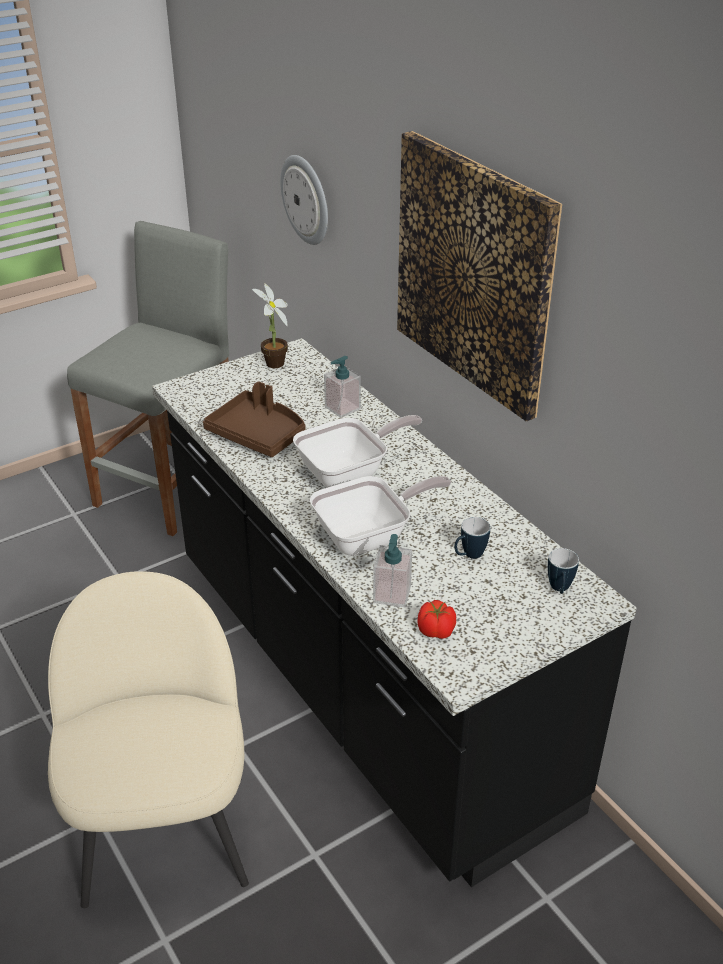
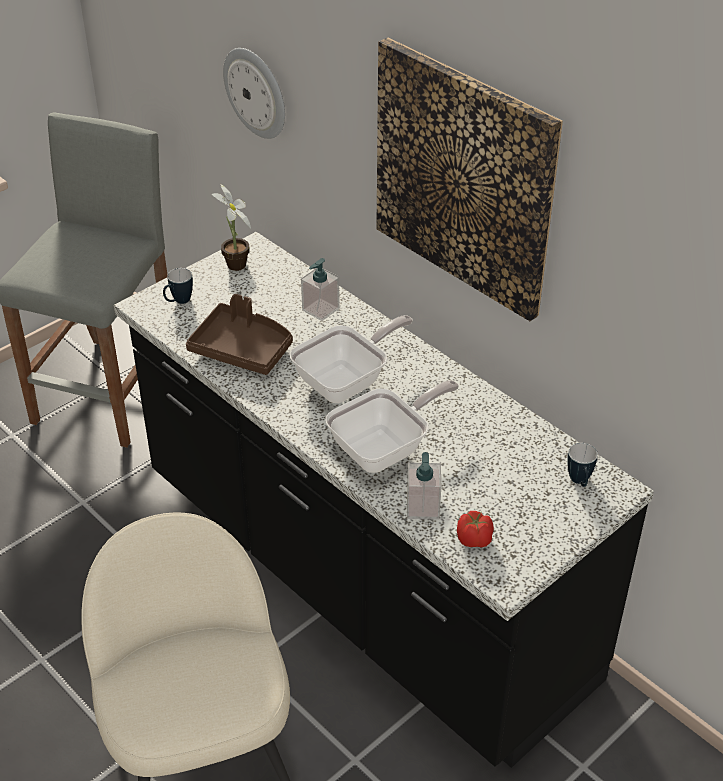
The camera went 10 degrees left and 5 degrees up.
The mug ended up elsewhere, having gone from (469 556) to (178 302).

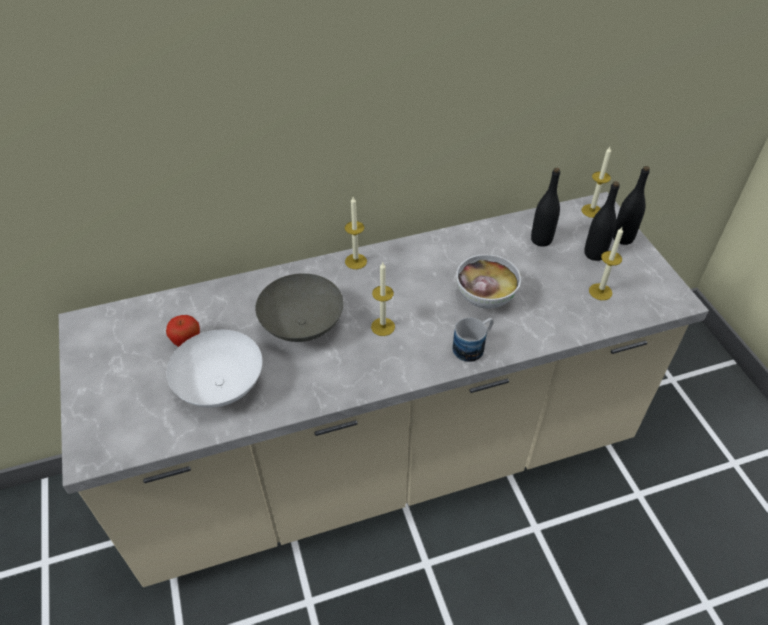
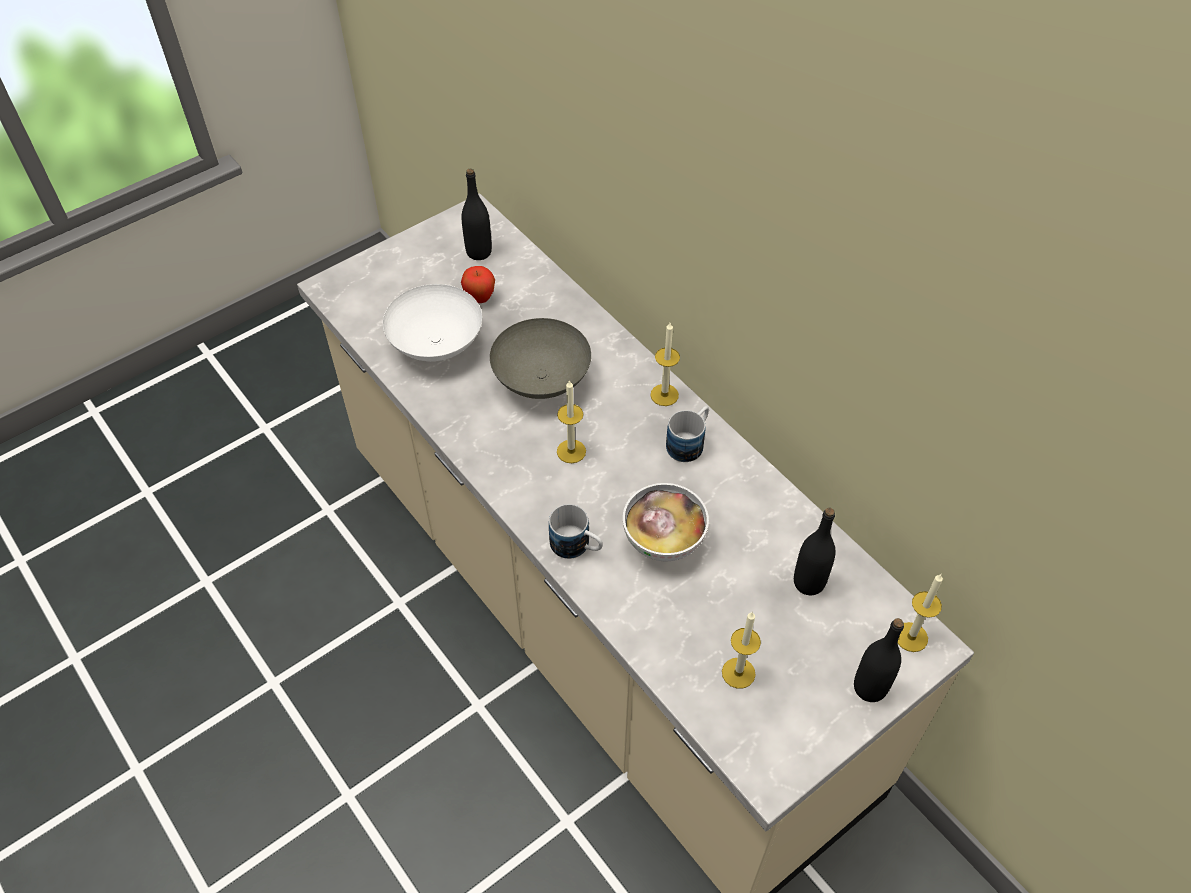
The camera went 70 degrees right and 5 degrees up.
The second view gained the mug at (689 442).
The bouteille [noir] ended up elsewhere, having gone from (594 254) to (479 252).

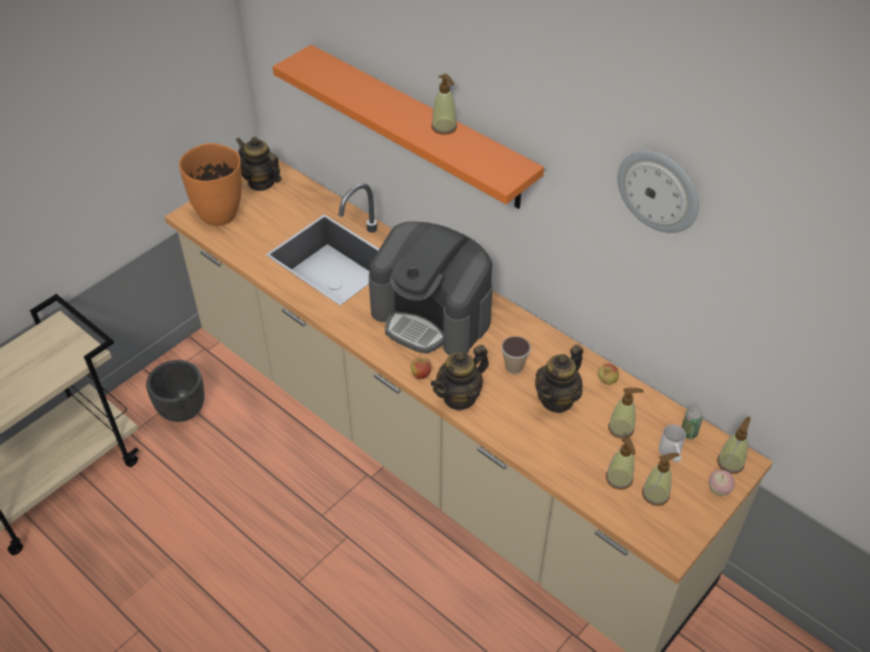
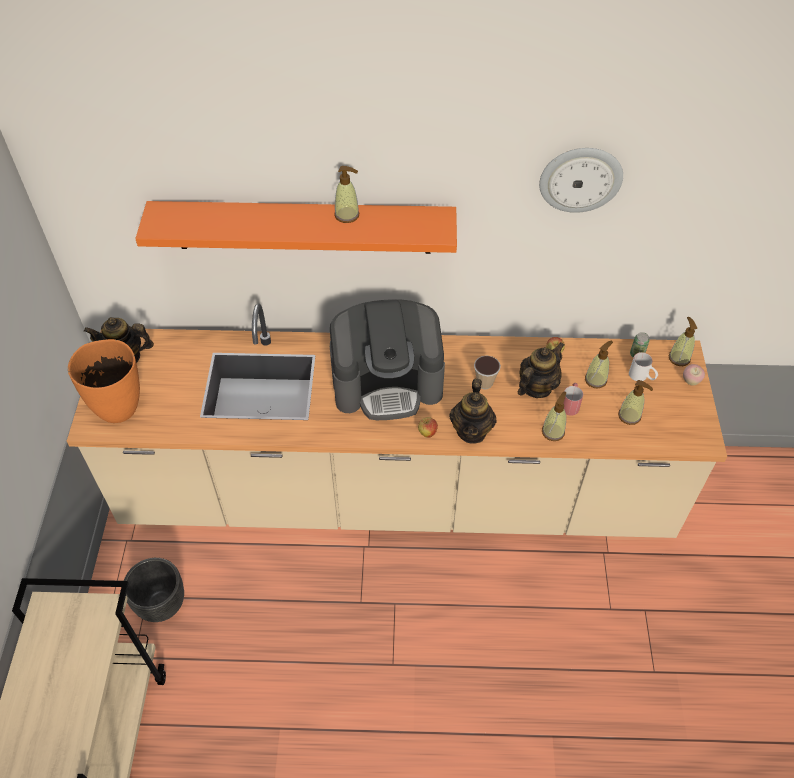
The camera went 40 degrees left and 5 degrees up.
The second view gained the mug [rouge] at (570 404).
The distributeur de savon ended up elsewhere, having gone from (655 494) to (553 432).
The théière at (557 399) ended up facing another way, 135 degrees counterclockwise from before.

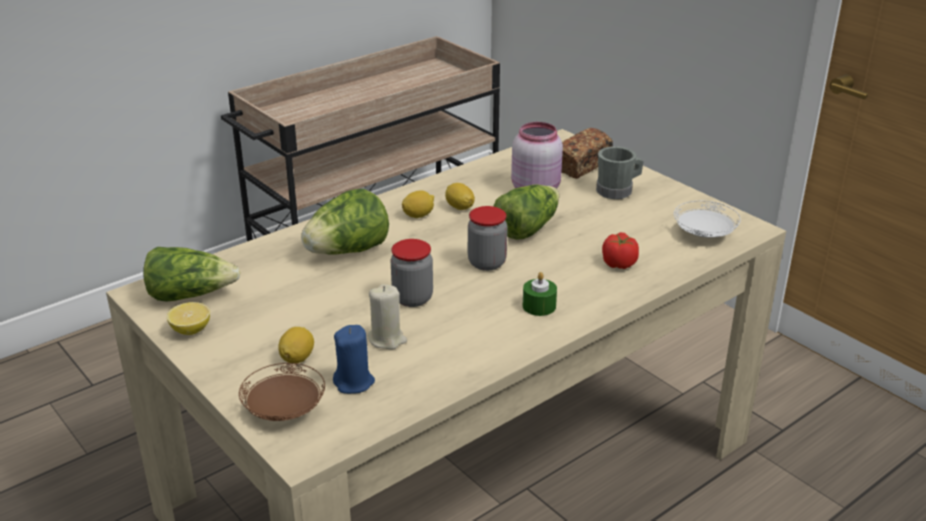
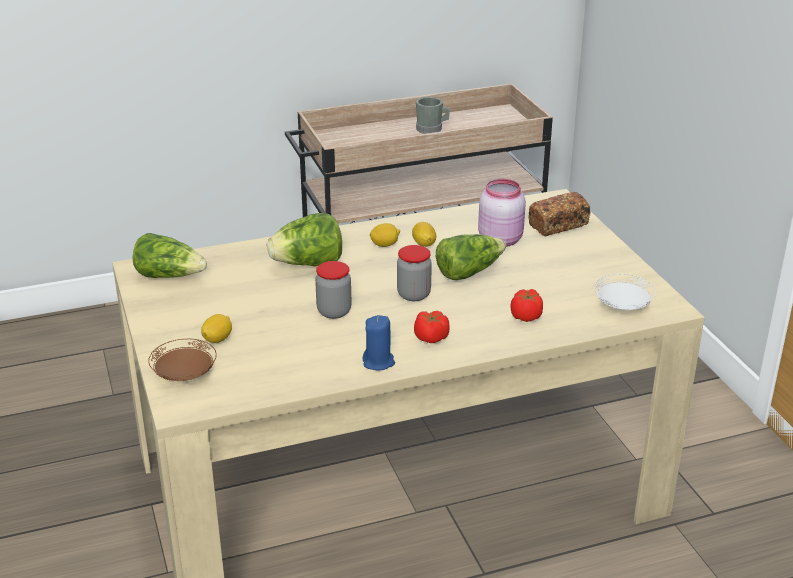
The camera went 20 degrees right and 0 degrees up.
The second view lost the citron at (191 330).
The second view lost the bougie [beige] at (387 339).
The bougie [bleu] ended up elsewhere, having gone from (354 382) to (378 362).
The mug [gris] ended up elsewhere, having gone from (618 190) to (432 129).
Where the bougie [vert] stood at (539 306), the tomate came to stand at (431 338).

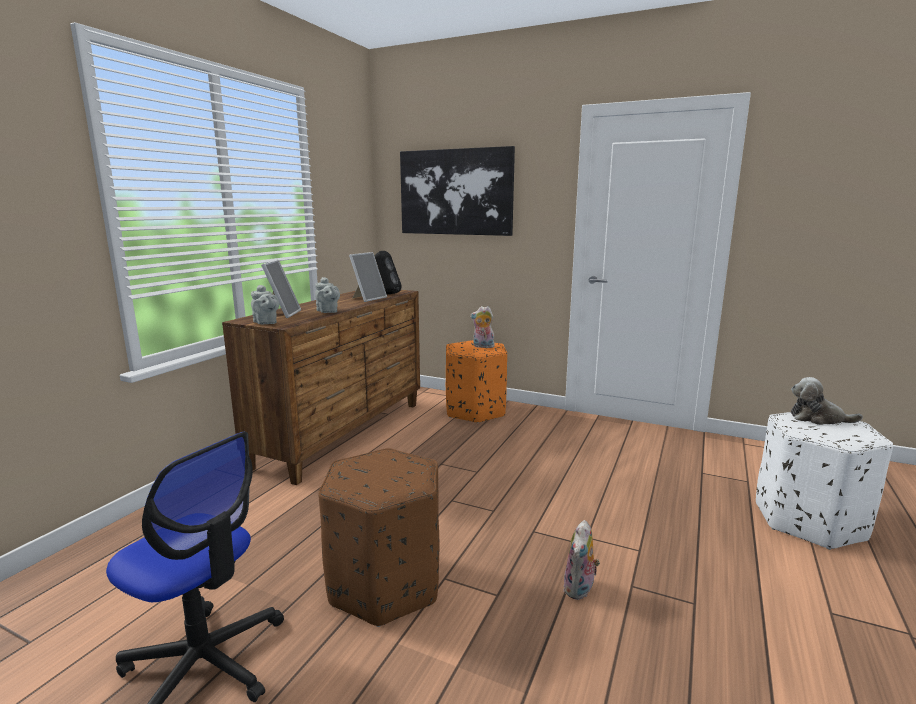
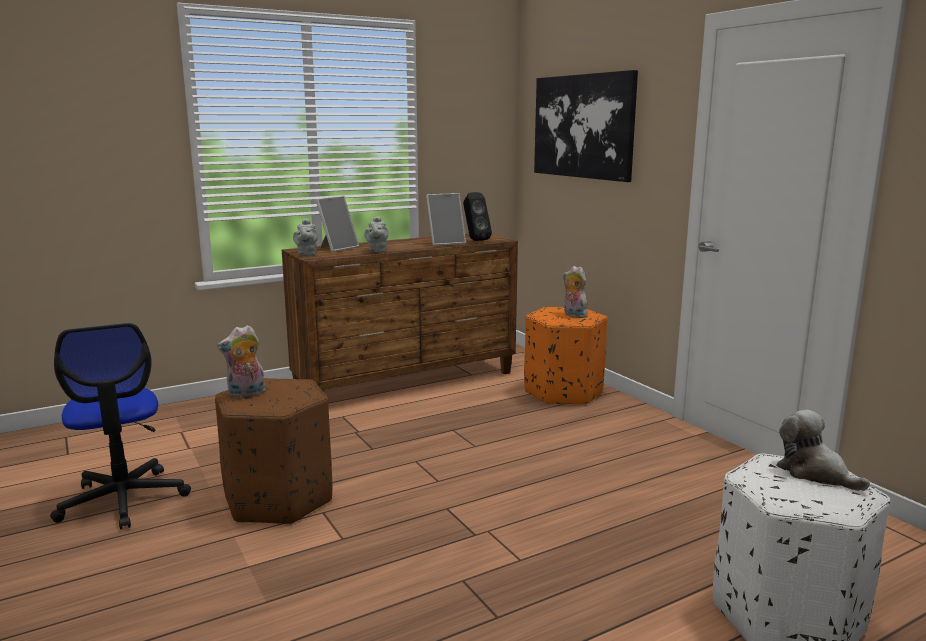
The camera went 35 degrees right and 0 degrees up.
The peluche ended up elsewhere, having gone from (580 589) to (246 394).

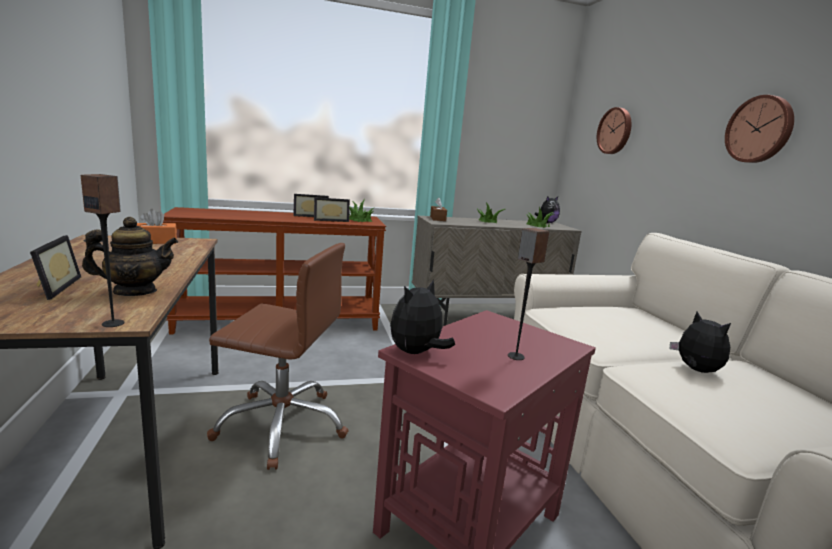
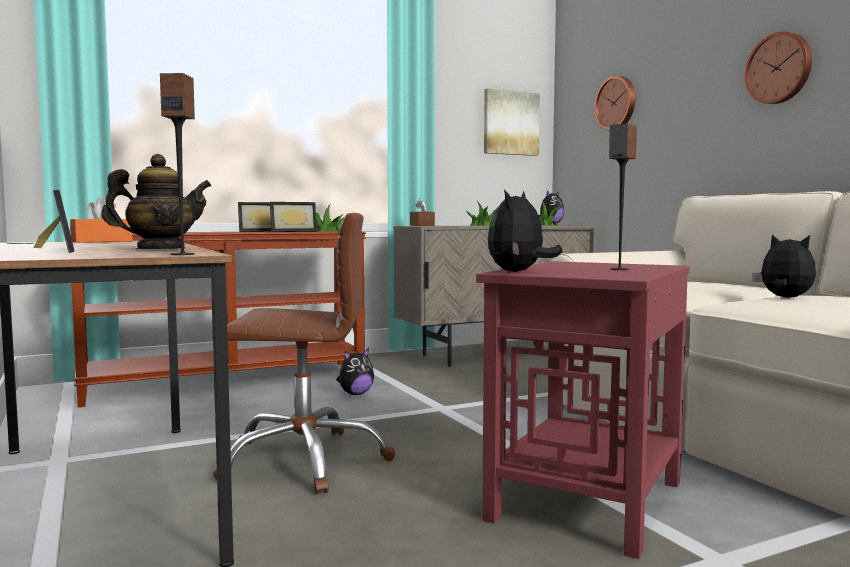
The camera went 10 degrees left and 10 degrees down.
The second view gained the peluche at (355 394).
The second view gained the tableau at (510 123).

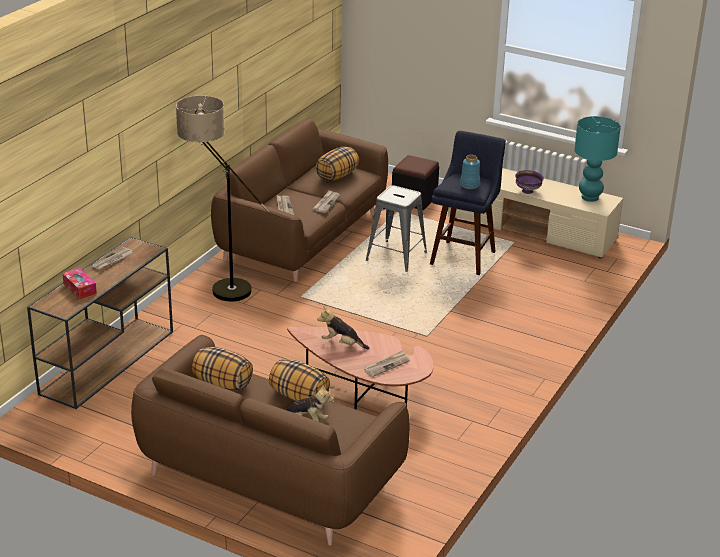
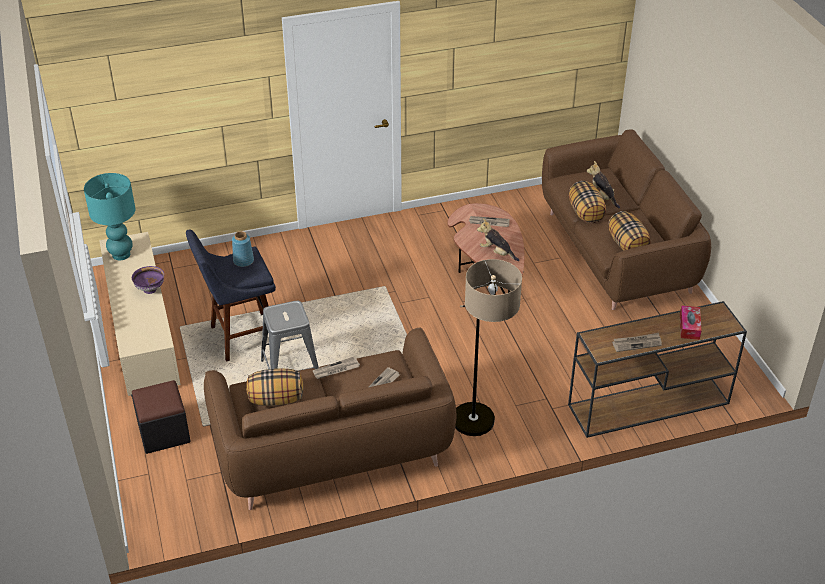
The camera went 135 degrees left and 10 degrees up.
The peluche at (342 344) ended up facing another way, 150 degrees clockwise from before.

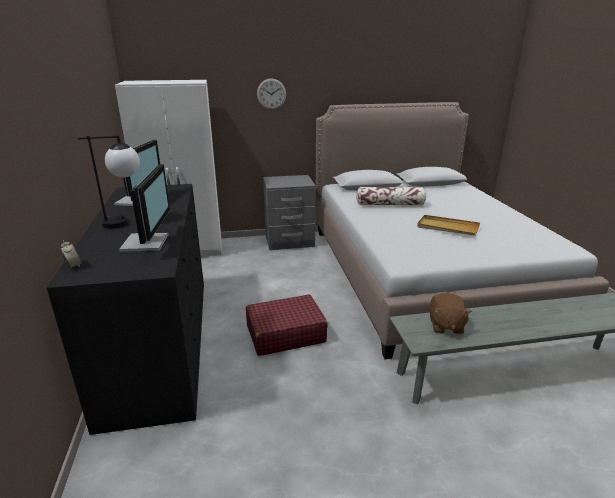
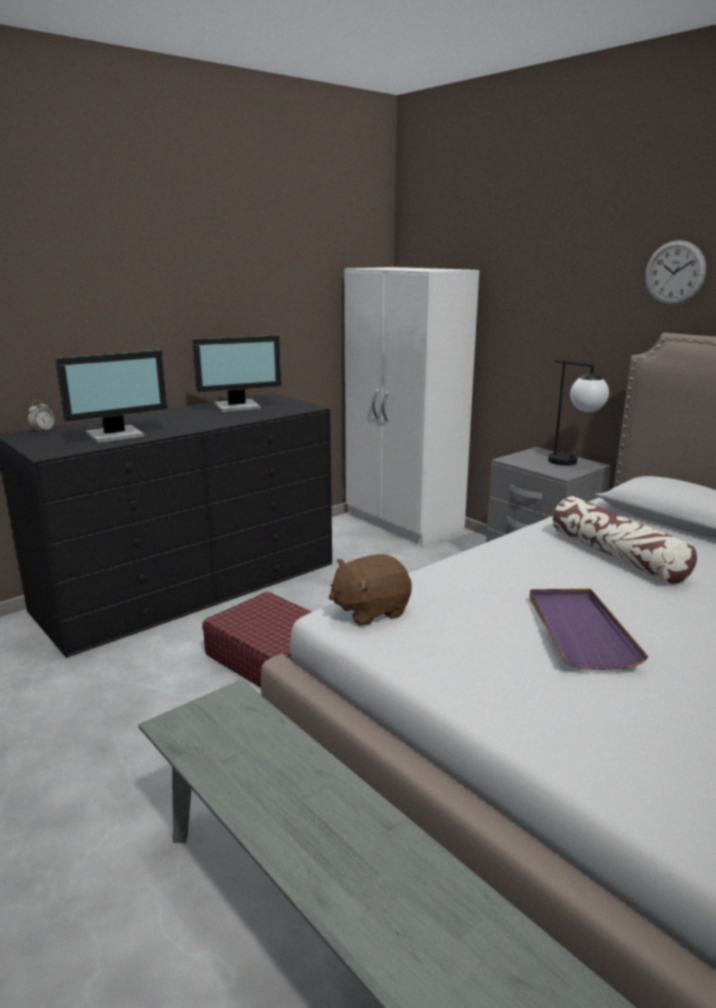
The camera went 60 degrees right and 5 degrees down.
The lampe de table ended up elsewhere, having gone from (126 222) to (573 463).
The horloge murale ended up elsewhere, having gone from (271 94) to (674 273).
The peluche [marron] ended up elsewhere, having gone from (445 326) to (370 610).
What was the plateau [beige] at (447 227) turned into the plateau [violet] at (579 630).

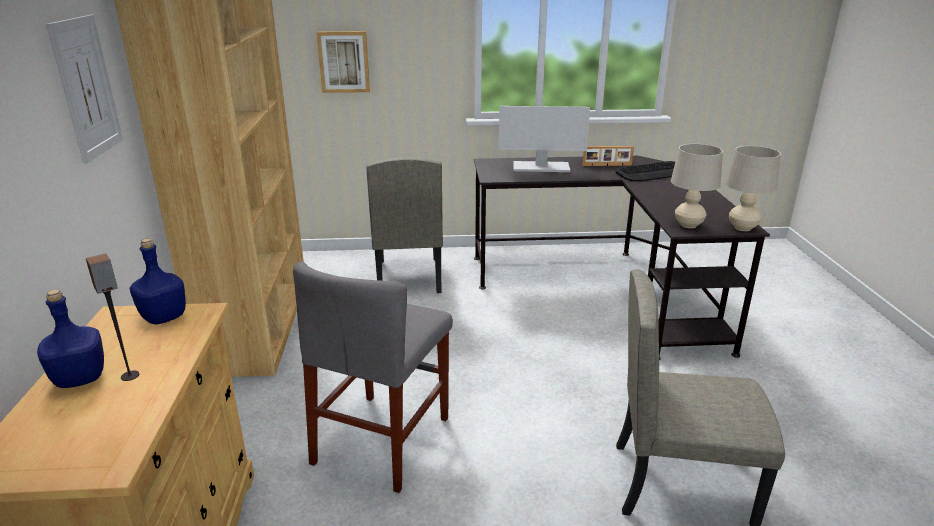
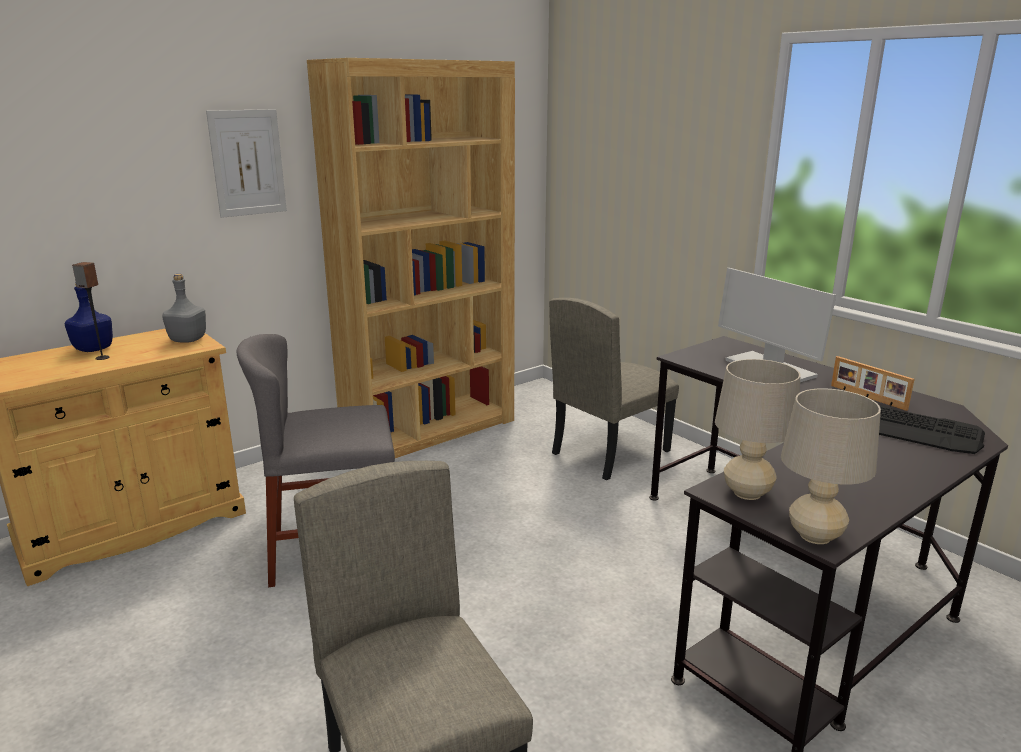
The camera went 55 degrees right and 5 degrees down.
The second view lost the tableau at (344 62).
What was the bouteille [bleu] at (164 317) turned into the bouteille [gris] at (187 340).

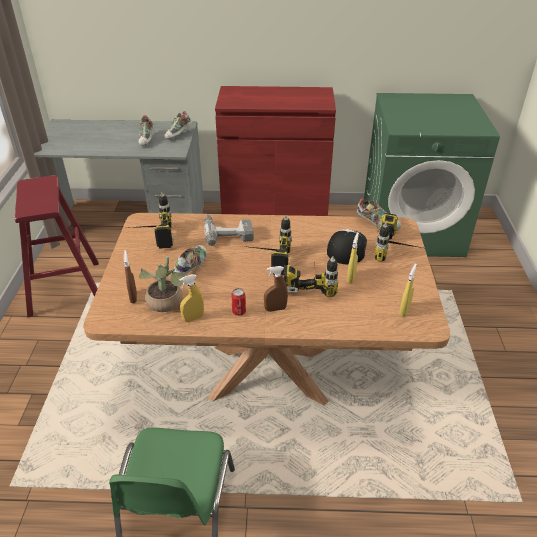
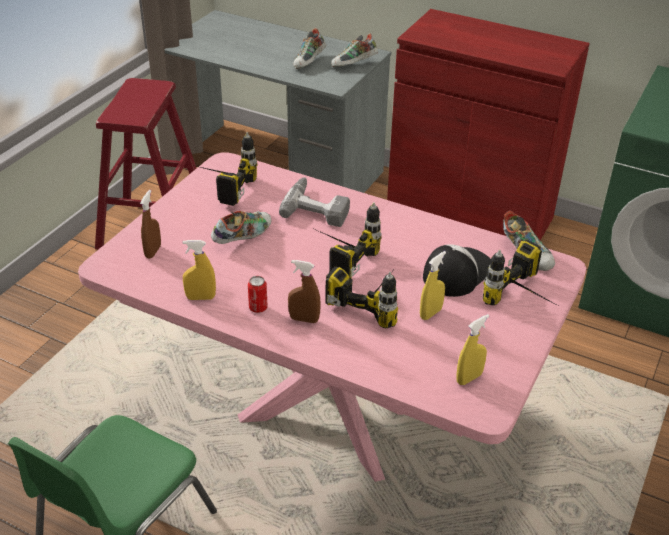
The camera went 25 degrees right and 0 degrees up.
The second view lost the plante en pot at (167 304).
What was the table à manger [marron] at (268 372) turned into the table à manger [rose] at (331 413).

